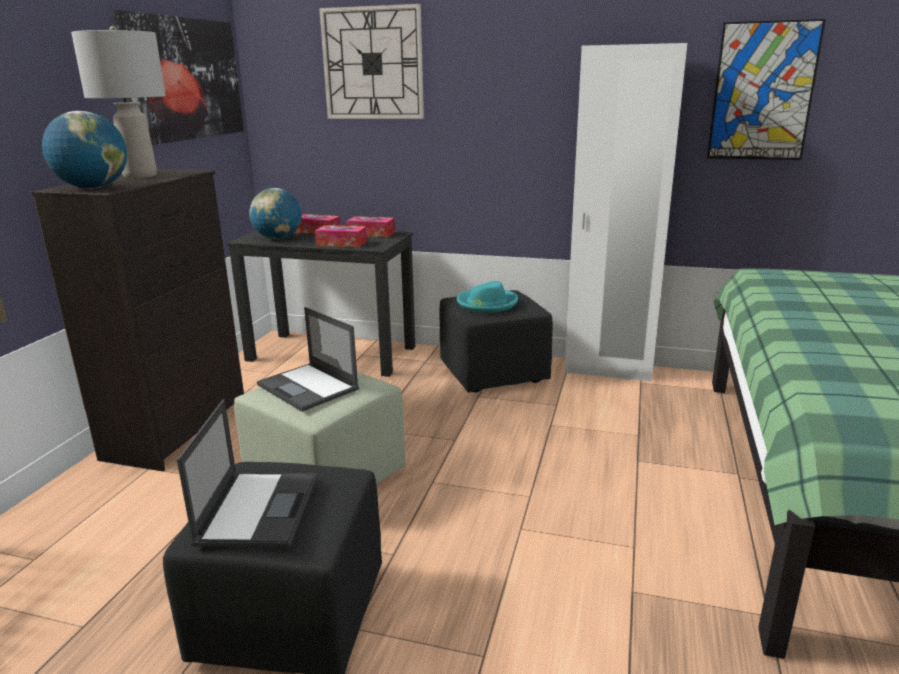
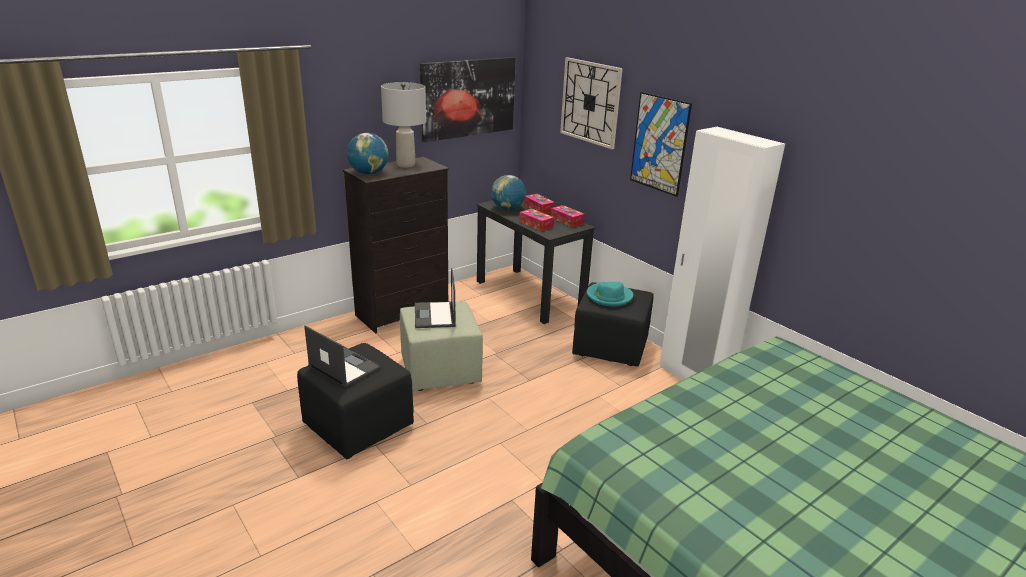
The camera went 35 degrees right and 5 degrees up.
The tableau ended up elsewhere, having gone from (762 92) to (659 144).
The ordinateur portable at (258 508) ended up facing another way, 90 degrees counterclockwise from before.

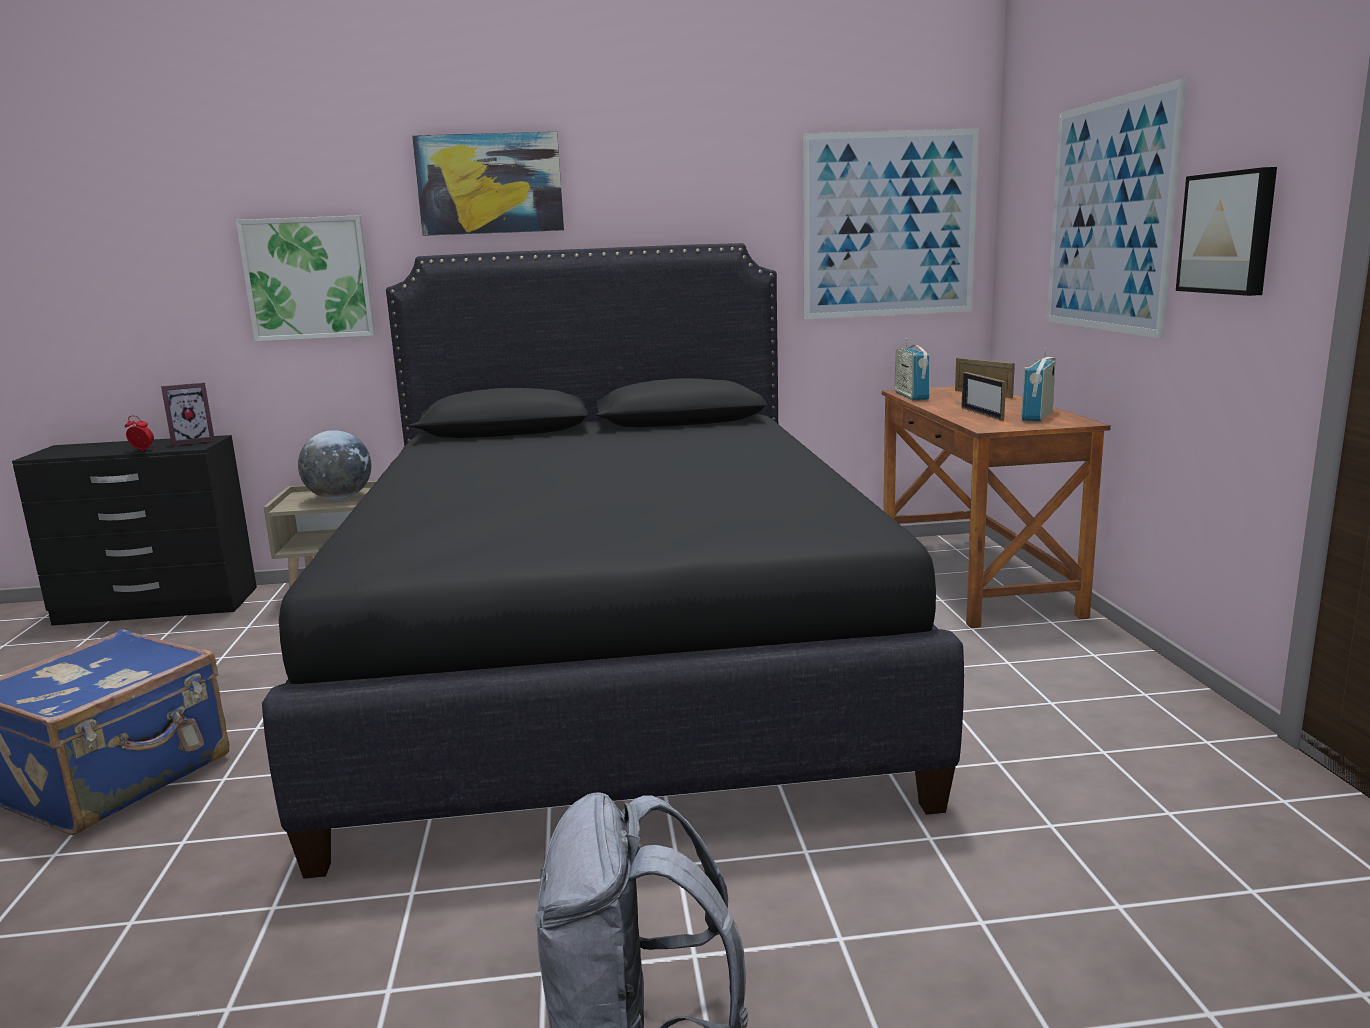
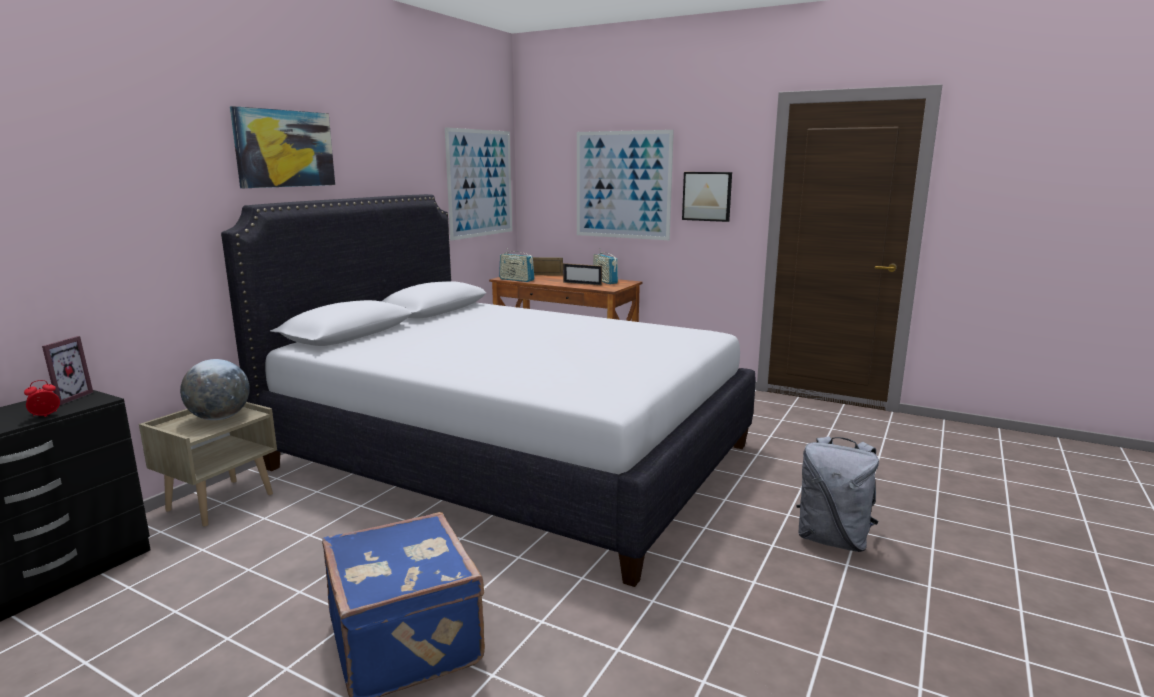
The camera went 55 degrees left and 0 degrees up.
The second view lost the tableau at (308 278).
What was the lit [noir] at (612 660) turned into the lit [blanc] at (511 457).

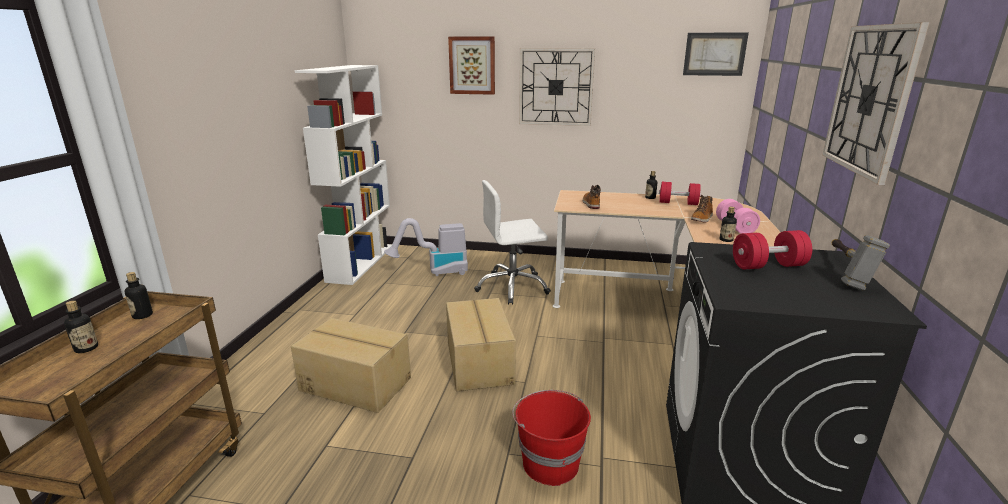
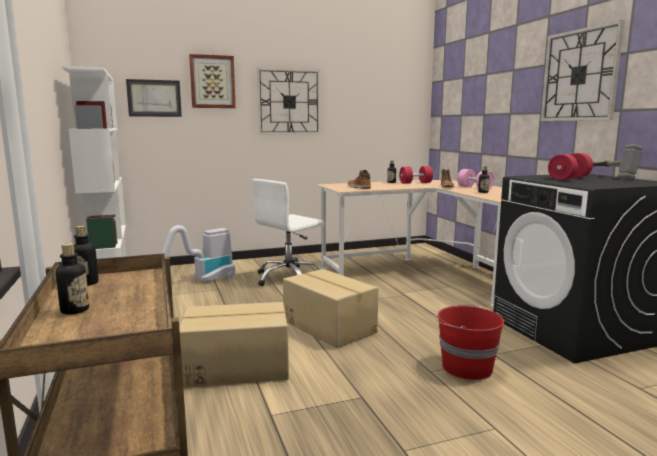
The camera went 30 degrees left and 10 degrees down.
The tableau ended up elsewhere, having gone from (714 54) to (154 98).

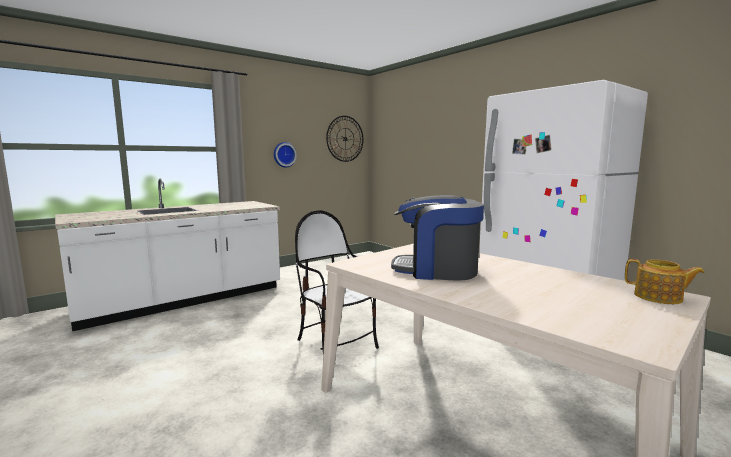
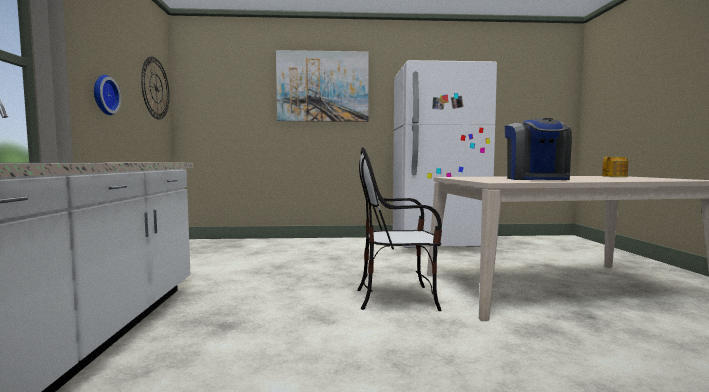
The camera went 55 degrees left and 5 degrees down.
The second view gained the tableau at (322 86).
The machine à café at (436 270) ended up facing another way, 45 degrees counterclockwise from before.

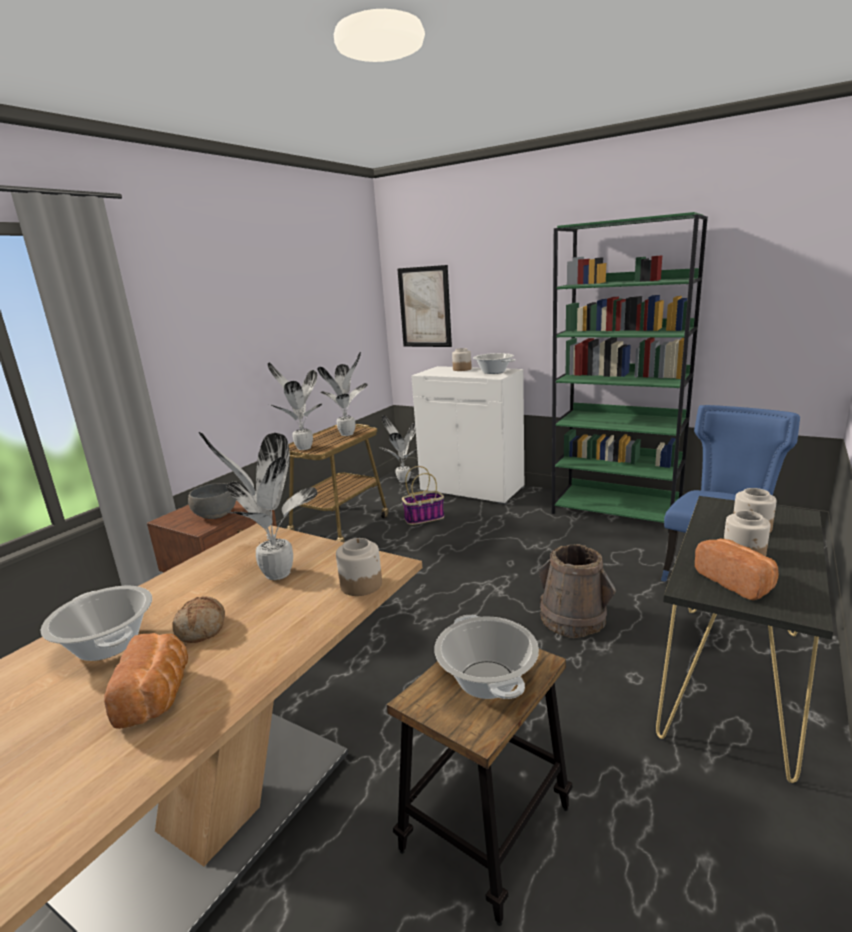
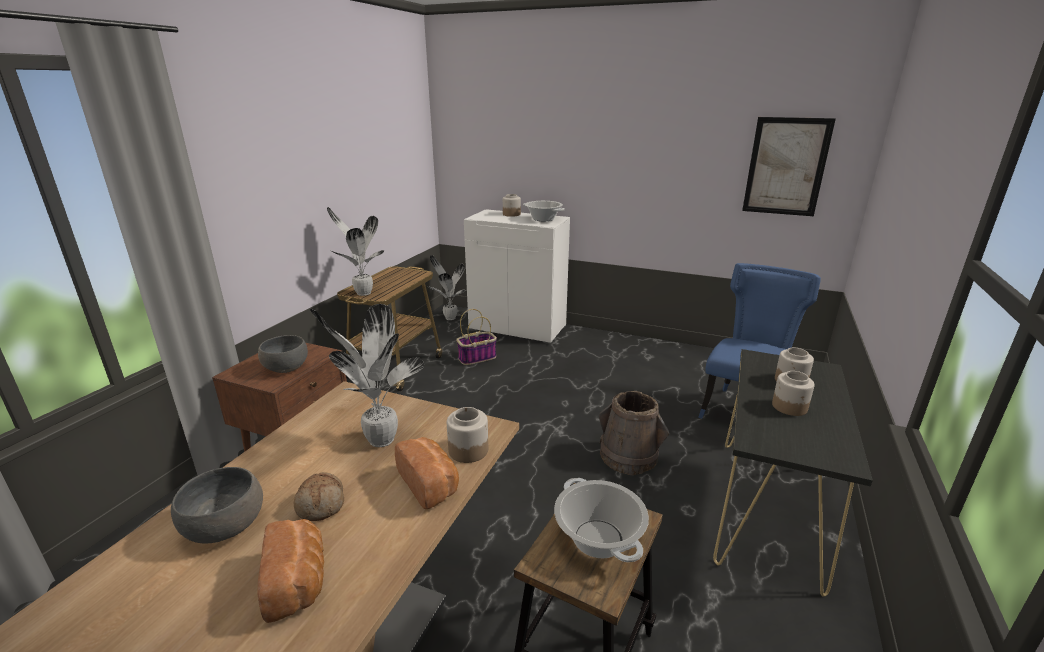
The camera went 10 degrees left and 5 degrees up.
The second view lost the plante en pot at (348 434).
The second view lost the bibliothèque [vert] at (616 511).
The tableau ended up elsewhere, having gone from (425 307) to (786 167).
The pain ended up elsewhere, having gone from (737 582) to (430 484).
Where the marmite stood at (108 644), the bol [gris] came to stand at (226 526).

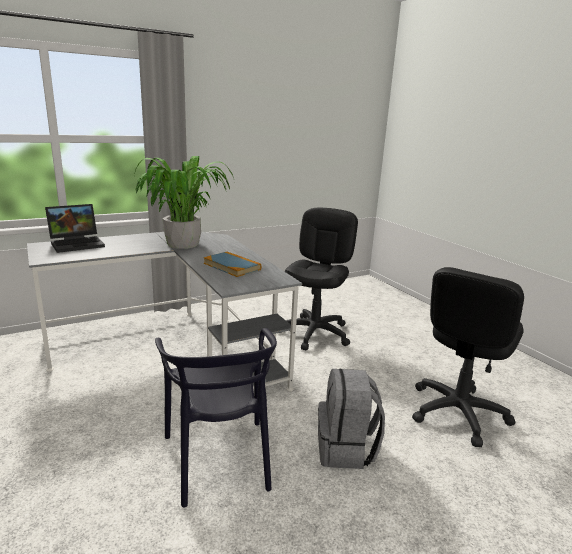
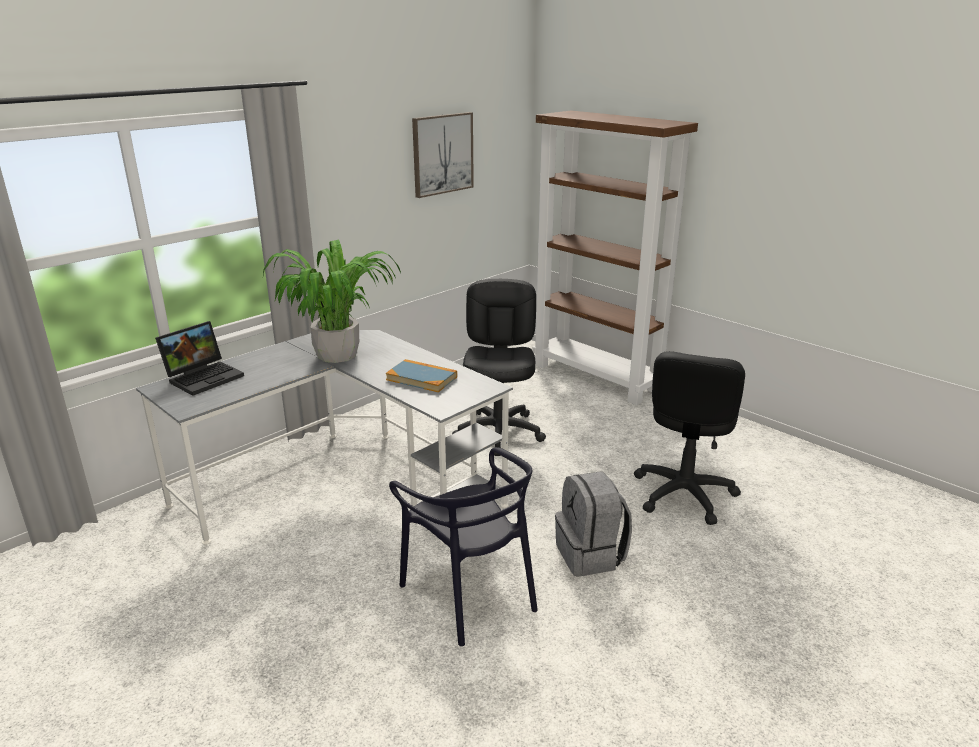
The camera went 15 degrees left and 5 degrees up.
The second view gained the tableau at (442 154).
The second view gained the bibliothèque [marron] at (597 377).

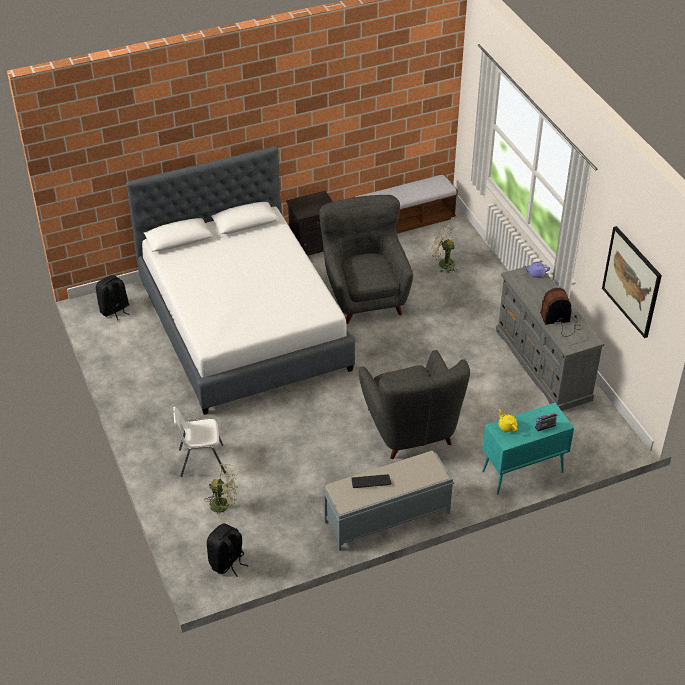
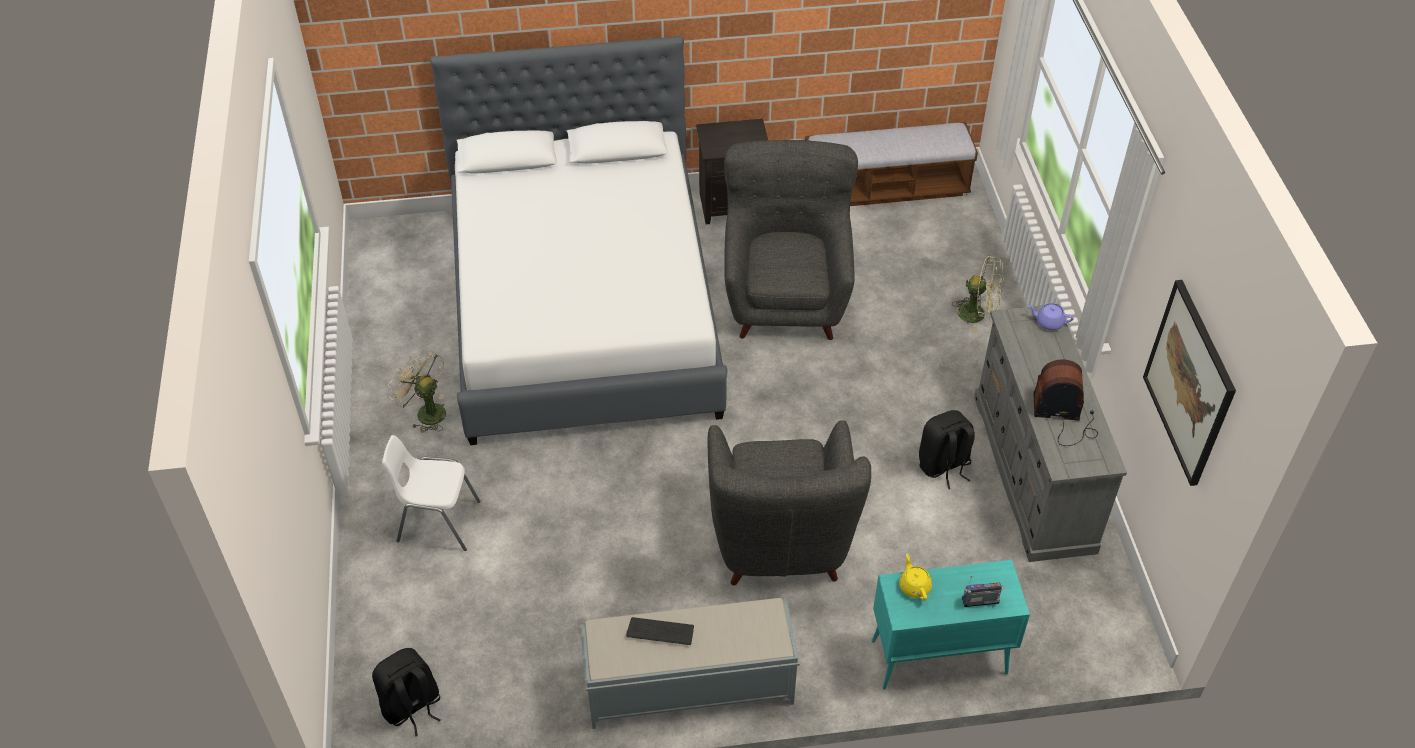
The camera went 15 degrees right and 5 degrees up.
The sac à dos [noir] ended up elsewhere, having gone from (114 310) to (944 466).
The ventilateur [vert] ended up elsewhere, having gone from (224 504) to (977 314).
The ventilateur [beige] ended up elsewhere, having gone from (443 263) to (426 412).

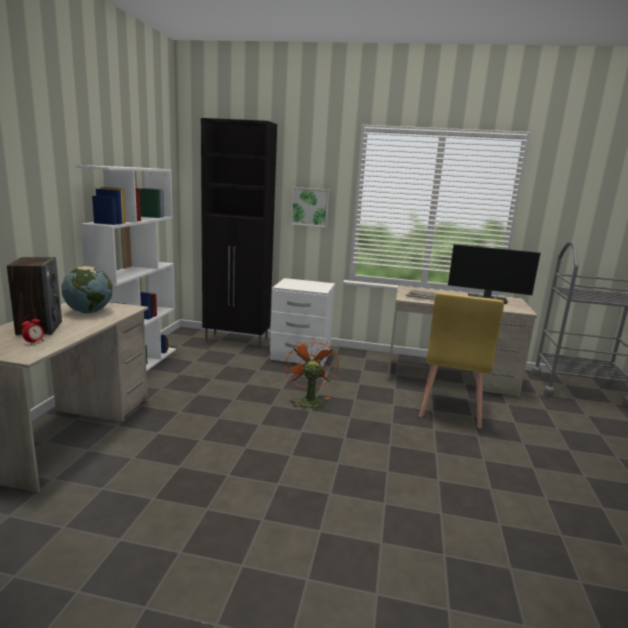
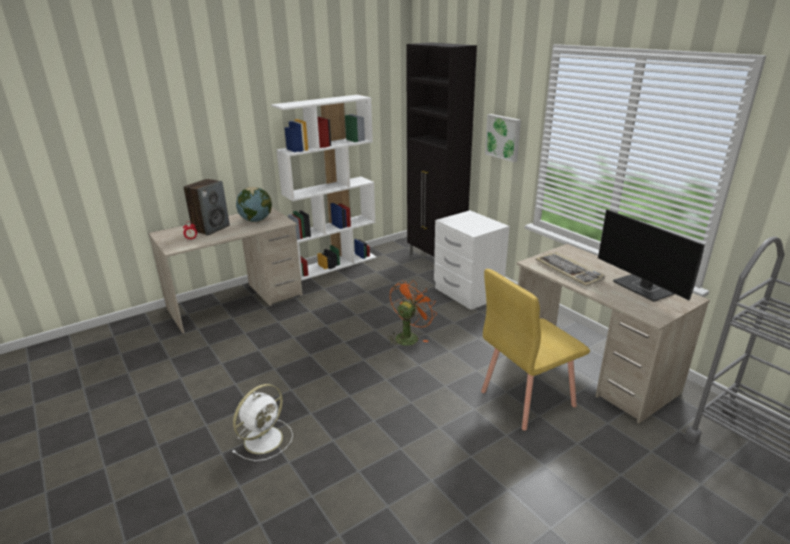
The camera went 45 degrees right and 10 degrees up.
The second view gained the ventilateur [blanc] at (265 439).

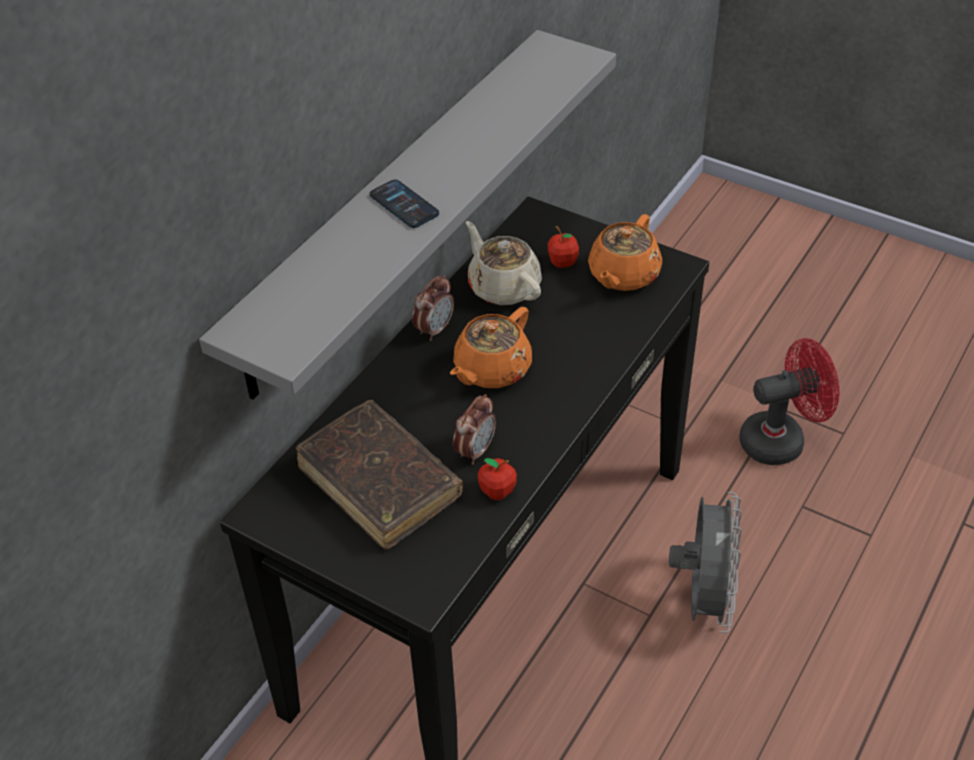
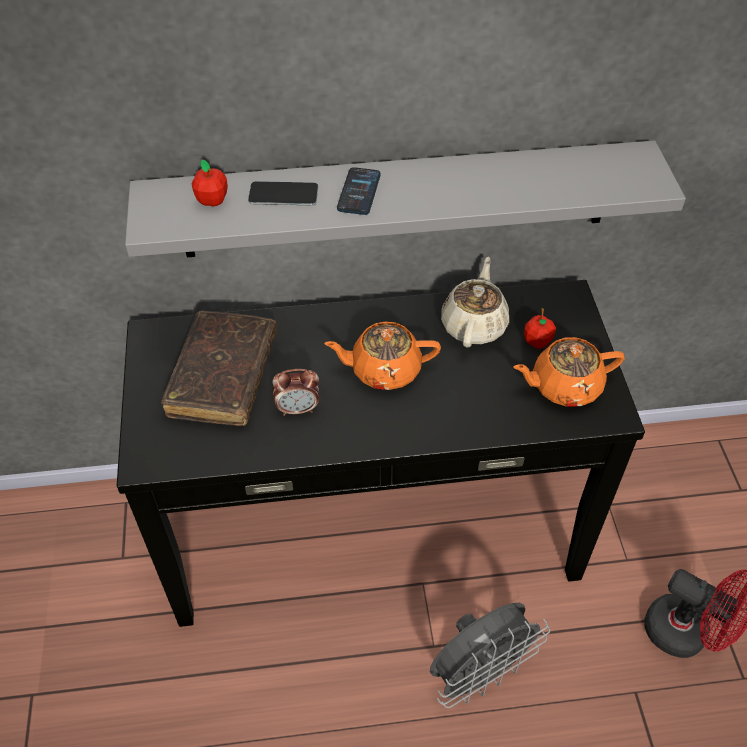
The camera went 50 degrees right and 5 degrees up.
The second view lost the réveil at (434 329).
The second view gained the téléphone at (283 194).
The pomme ended up elsewhere, having gone from (497 491) to (212 201).

